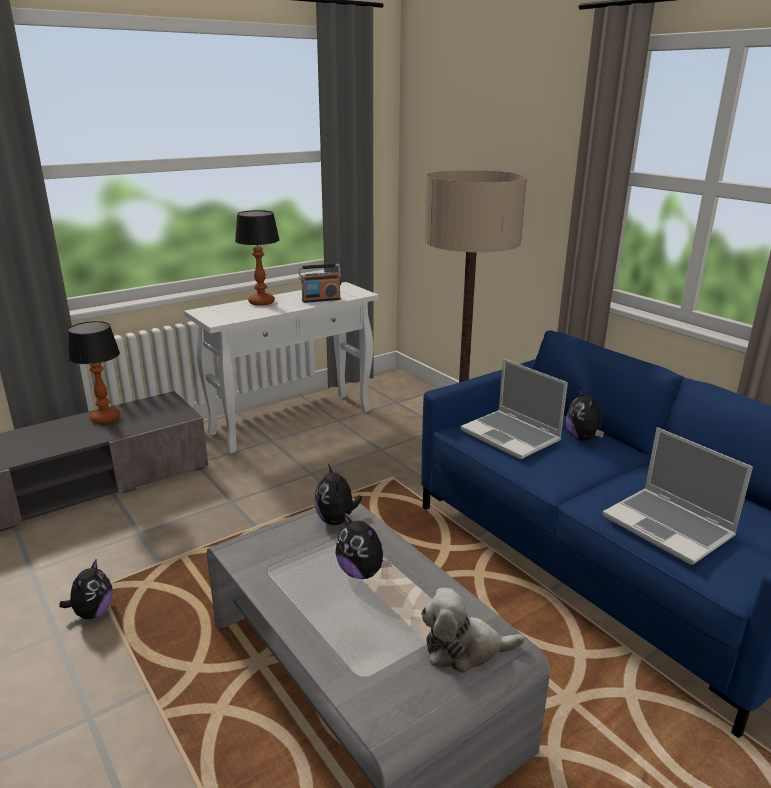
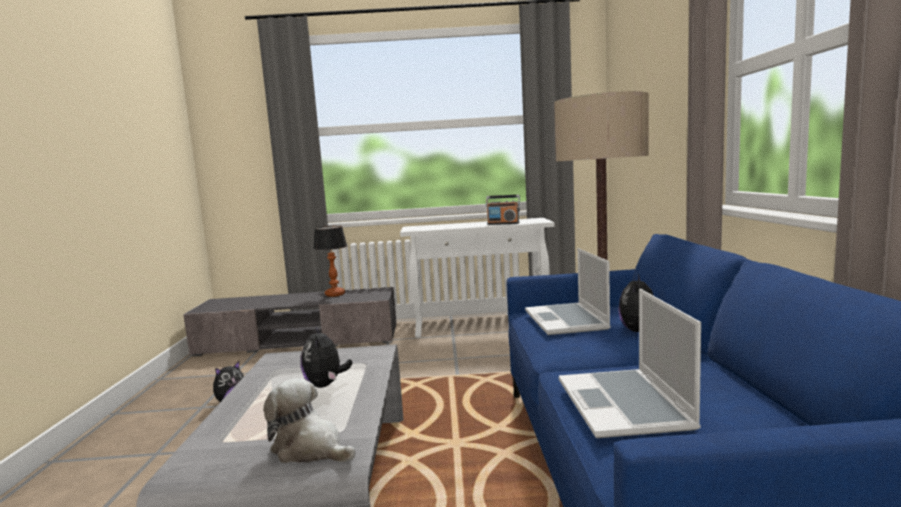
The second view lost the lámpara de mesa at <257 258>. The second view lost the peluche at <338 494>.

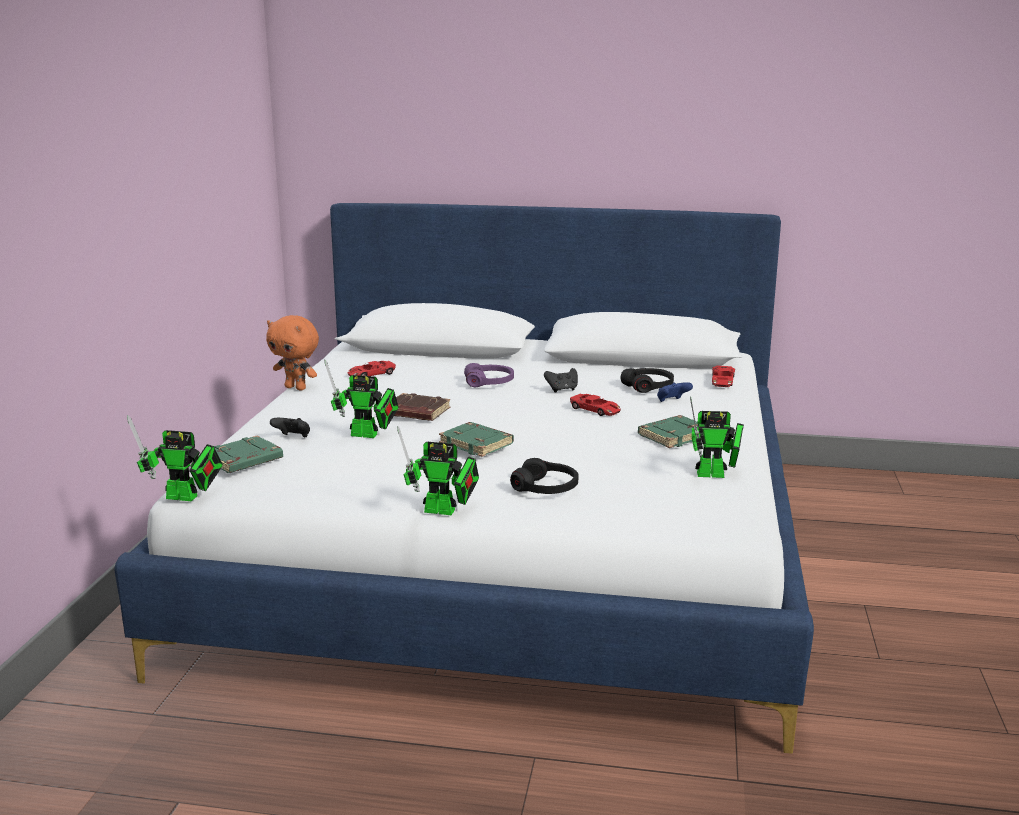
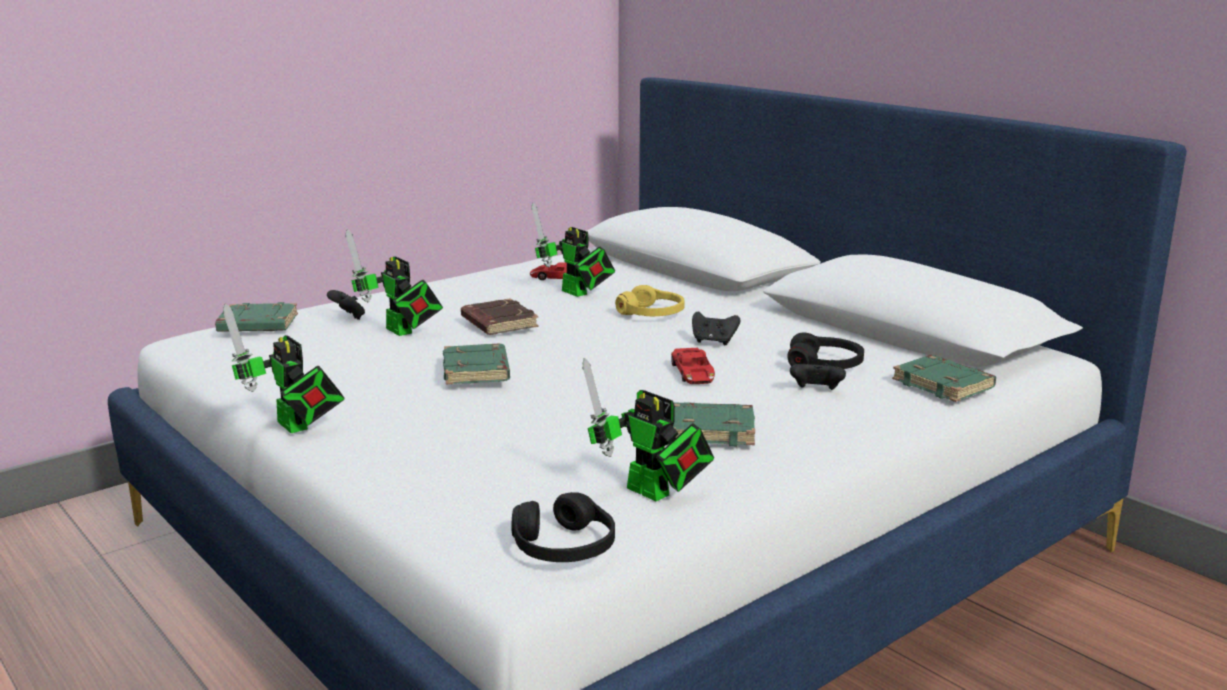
The second view lost the peluche [naranja] at <292 353>. The robot de juguete ended up elsewhere, having gone from <175 458> to <573 250>. The auriculares [negro] ended up elsewhere, having gone from <544 476> to <563 527>. Where the coche de juguete [rojo] stood at <723 376>, the libro [verde] came to stand at <944 378>. What was the auriculares [morado] at <489 375> turned into the auriculares [amarillo] at <650 300>. What was the mando de consola [azul] at <675 392> turned into the mando de consola [negro] at <818 377>.

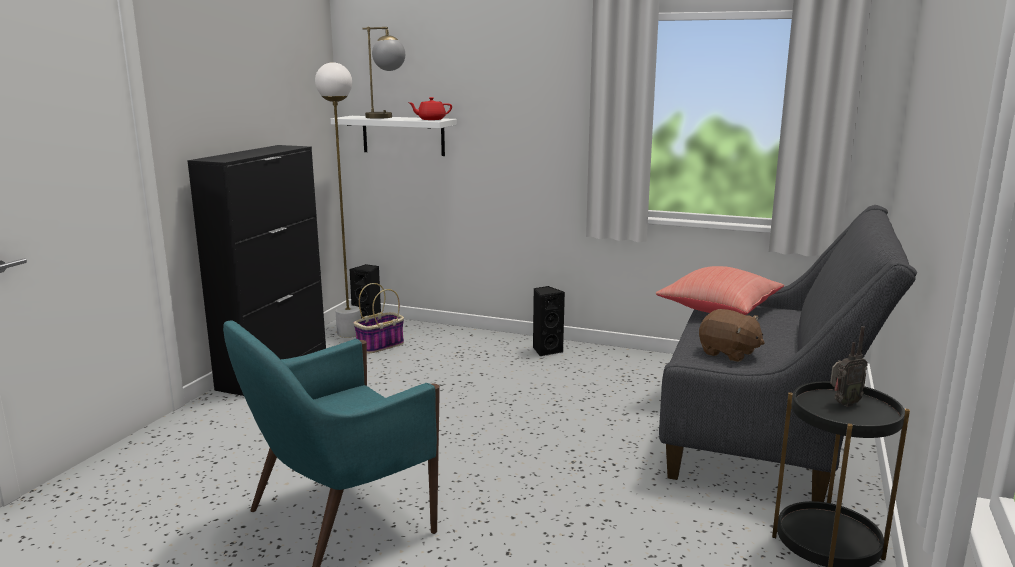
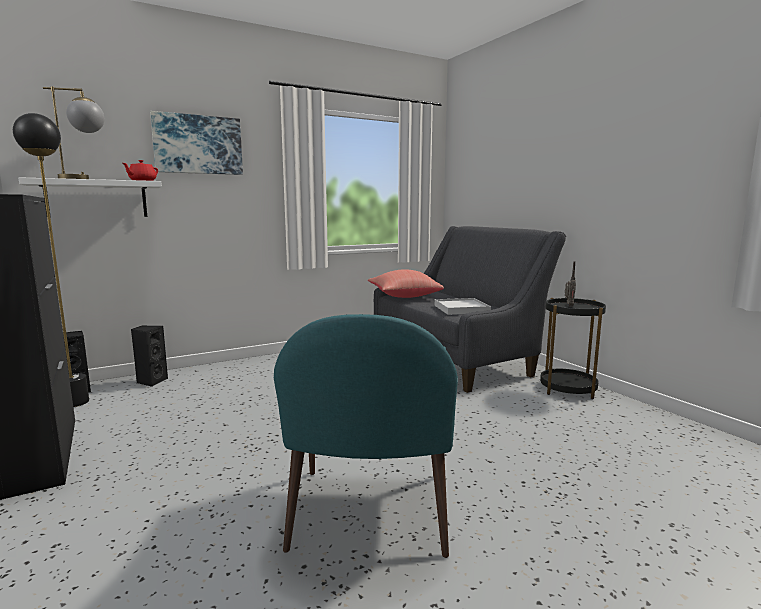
The second view lost the cesta at <379 318>. The second view gained the cuadro at <196 143>. The altavoz [negro] ended up elsewhere, having gone from <549 321> to <149 356>. Where the peluche [marrón] stood at <732 335>, the bandeja [blanco] came to stand at <463 306>. What was the lámpara de pie [blanco] at <338 200> turned into the lámpara de pie [negro] at <51 260>.

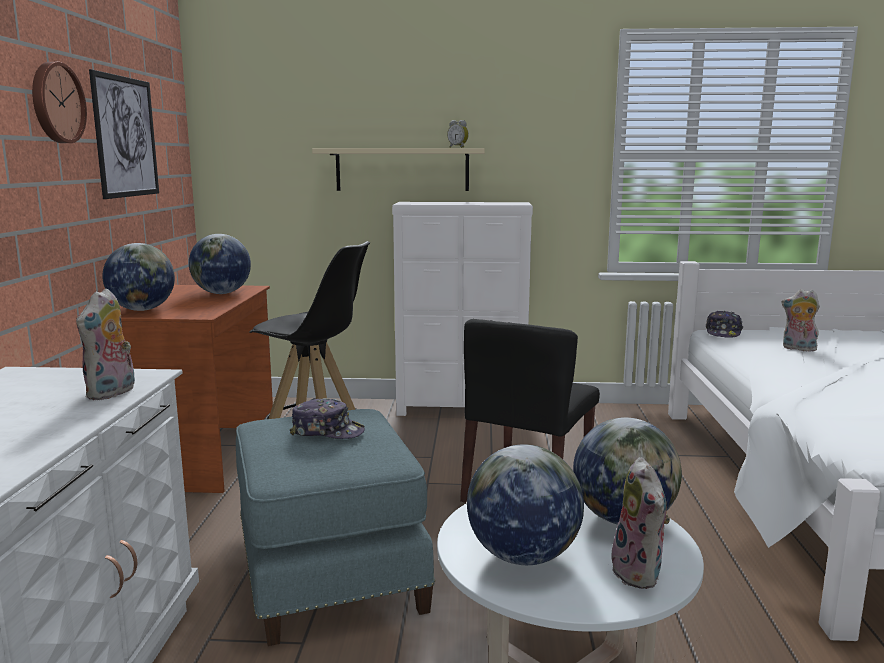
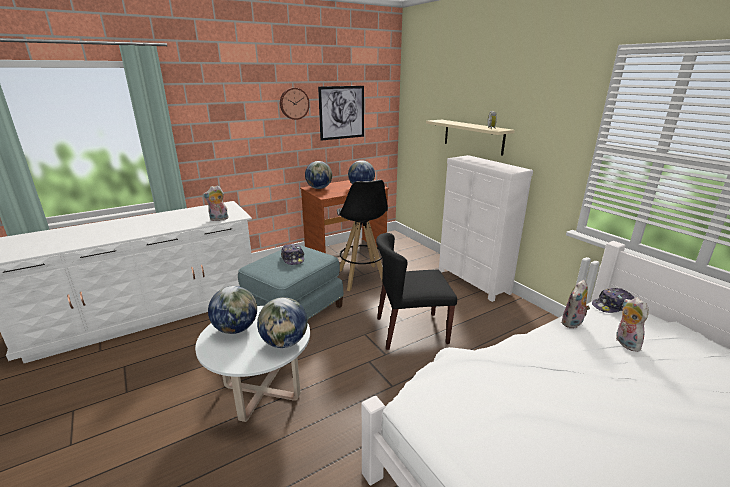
The peluche ended up elsewhere, having gone from <640 523> to <575 304>.

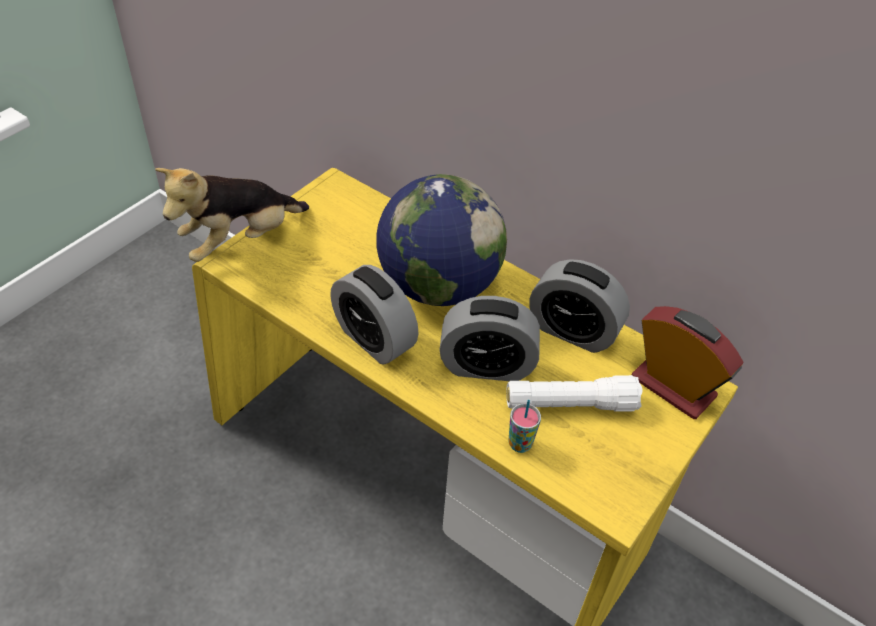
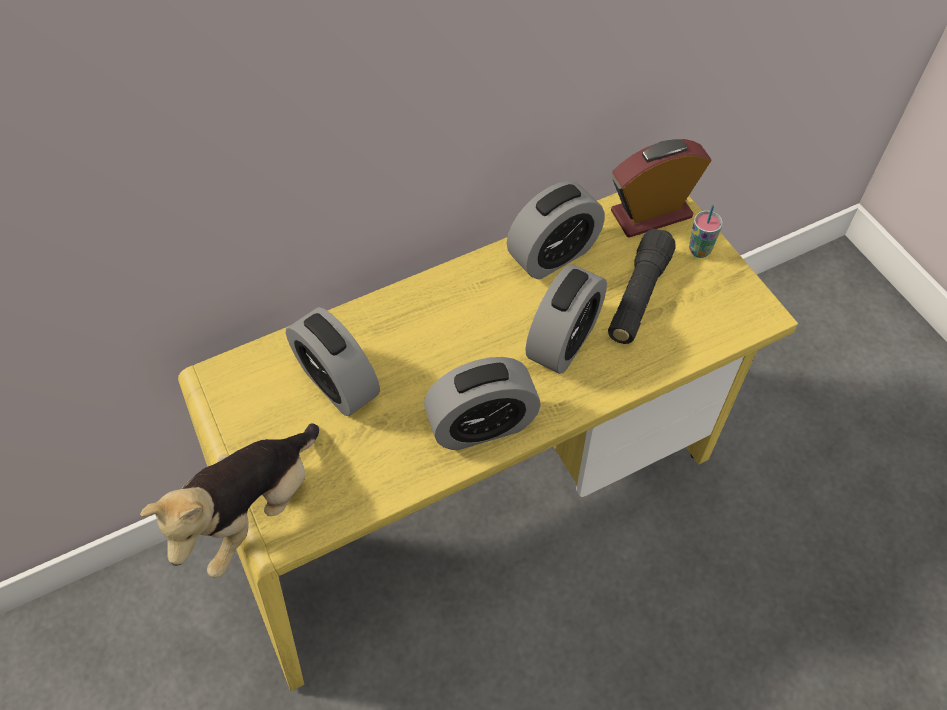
The second view lost the globo terráqueo at <442 240>. The second view gained the despertador at <333 361>. The taza ended up elsewhere, having gone from <524 426> to <706 231>. What was the linterna [blanco] at <574 393> turned into the linterna [negro] at <642 286>. The peluche at <232 215> ended up facing another way, 45 degrees clockwise from before.

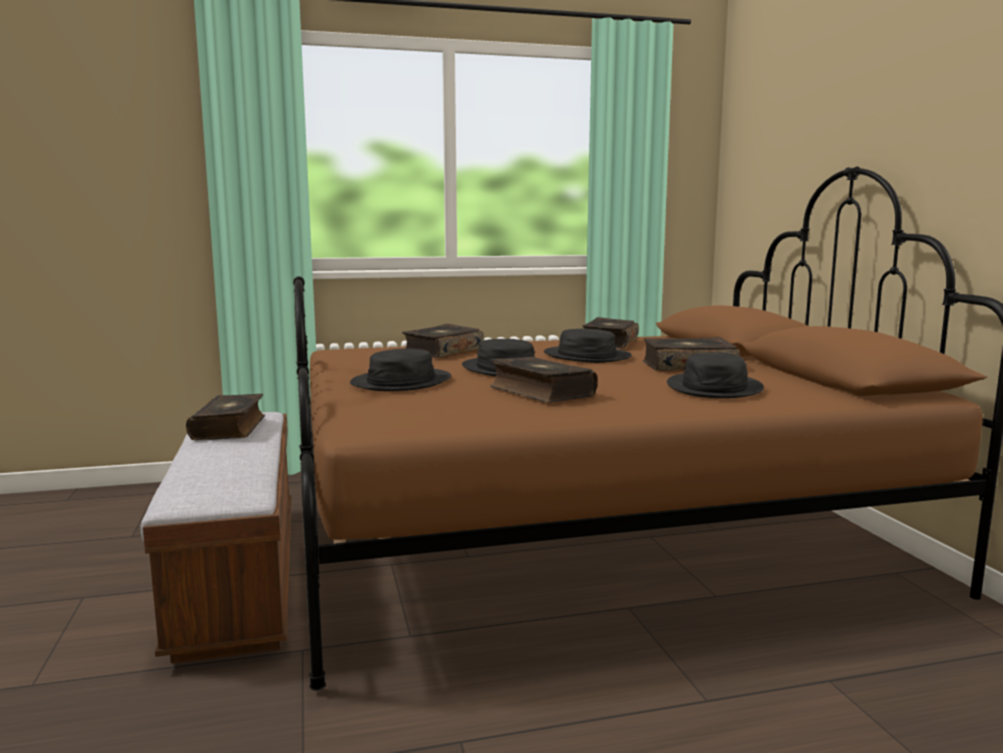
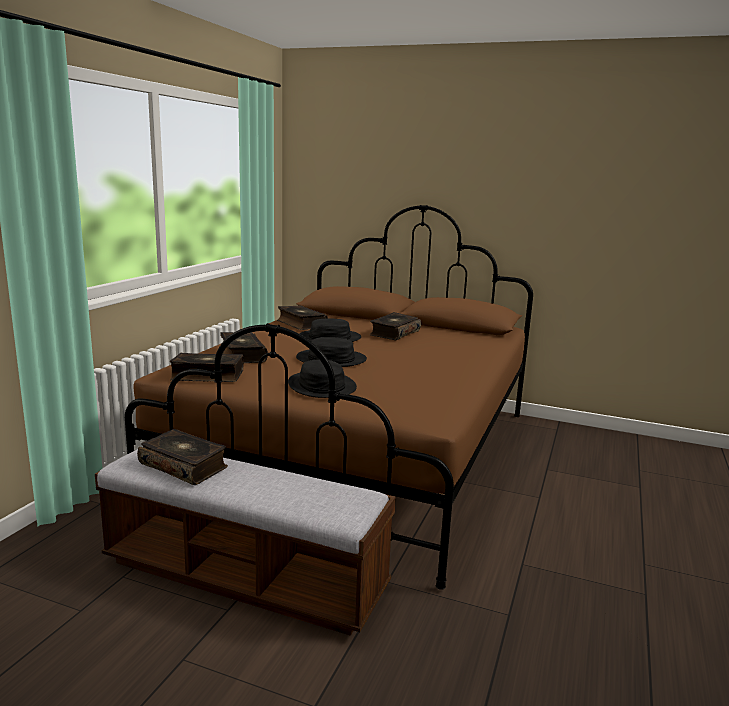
The second view lost the sombrero [negro] at <715 375>. The libro ended up elsewhere, having gone from <543 380> to <206 367>.

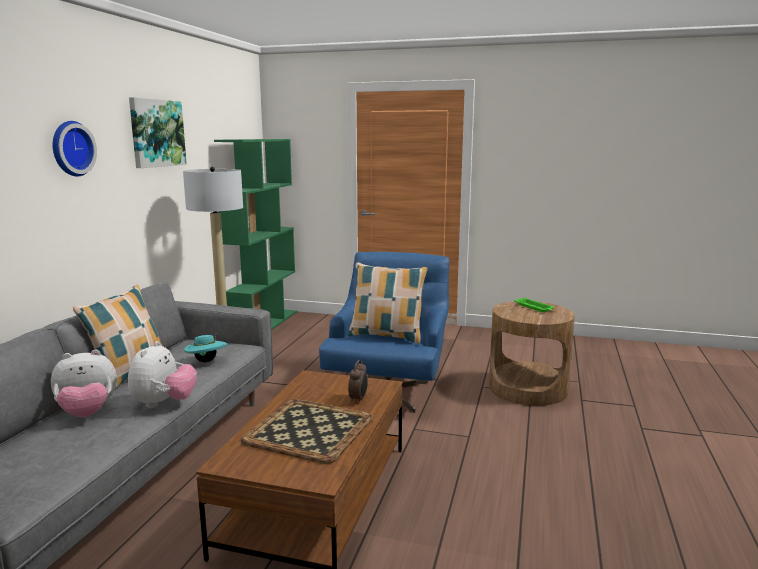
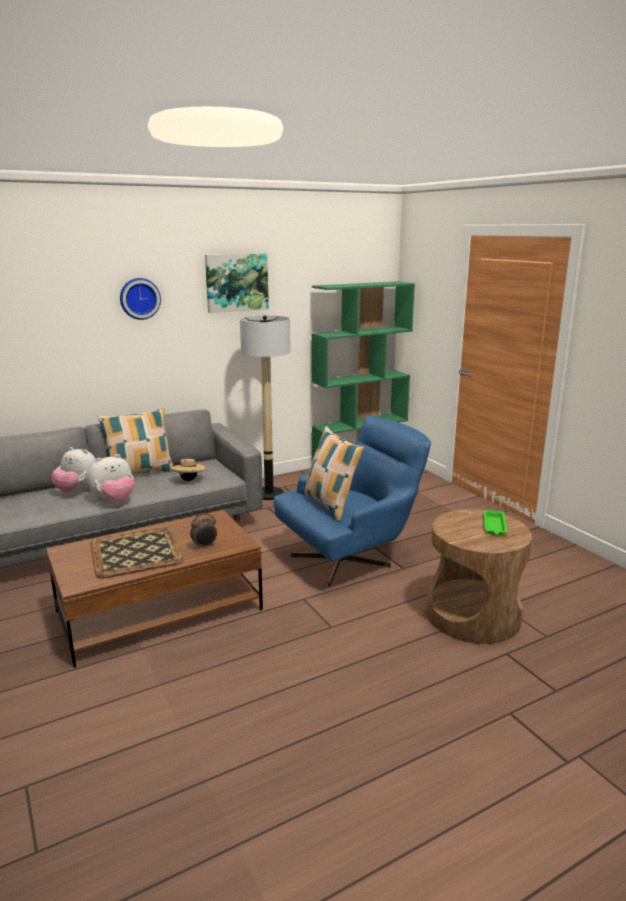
What was the sombrero [turquesa] at <205 348> turned into the sombrero [beis] at <188 470>.

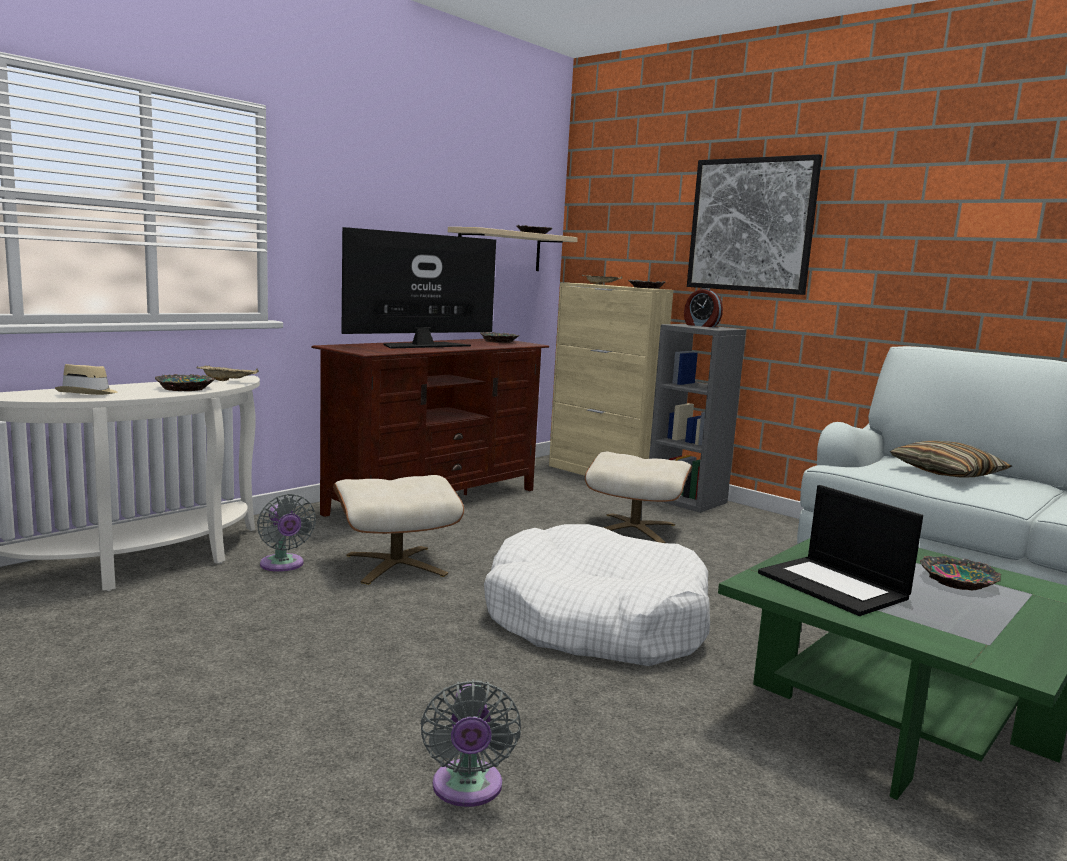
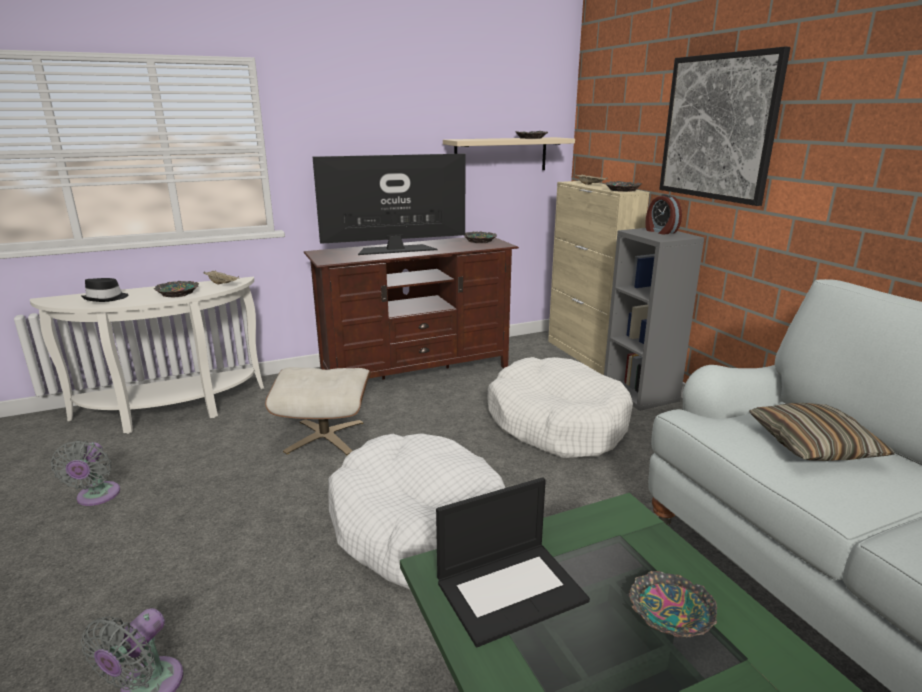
The ventilador [gris] ended up elsewhere, having gone from <286 533> to <85 473>. Where the puf [beis] stood at <638 497>, the cama para perro [blanco] came to stand at <560 407>. What was the sombrero [beis] at <86 379> turned into the sombrero [negro] at <104 290>. The portátil at <840 550> ended up facing another way, 105 degrees counterclockwise from before.

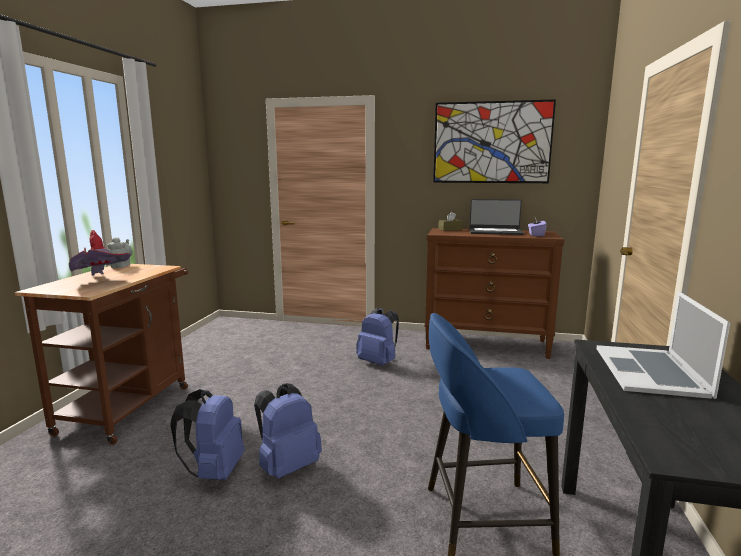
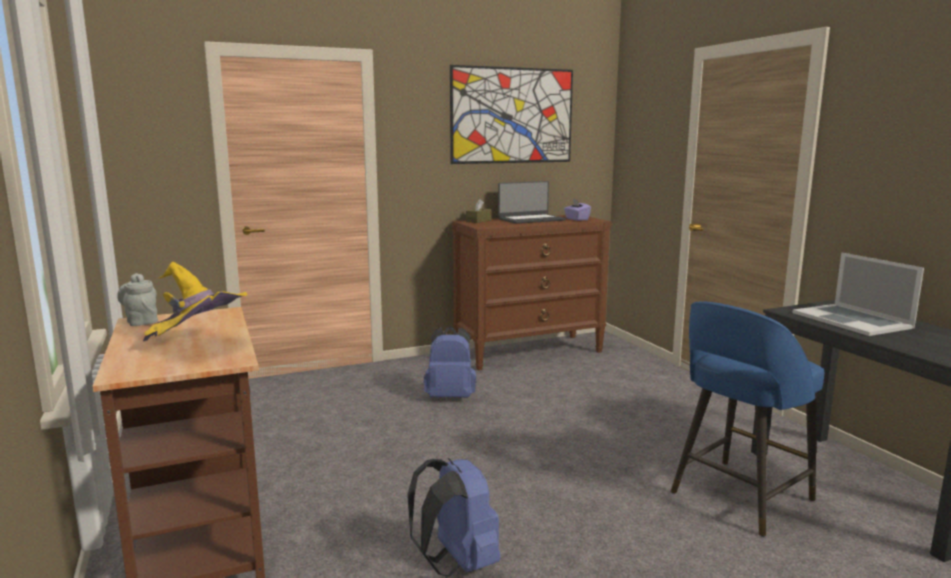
The second view lost the mochila [azul] at <288 431>. What was the sombrero [rojo] at <100 253> turned into the sombrero [amarillo] at <195 301>.

